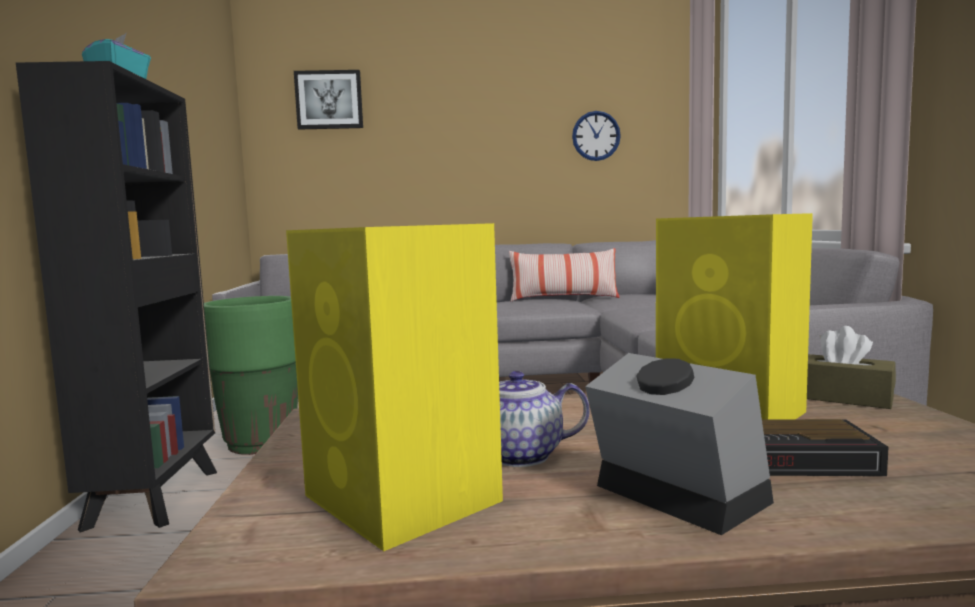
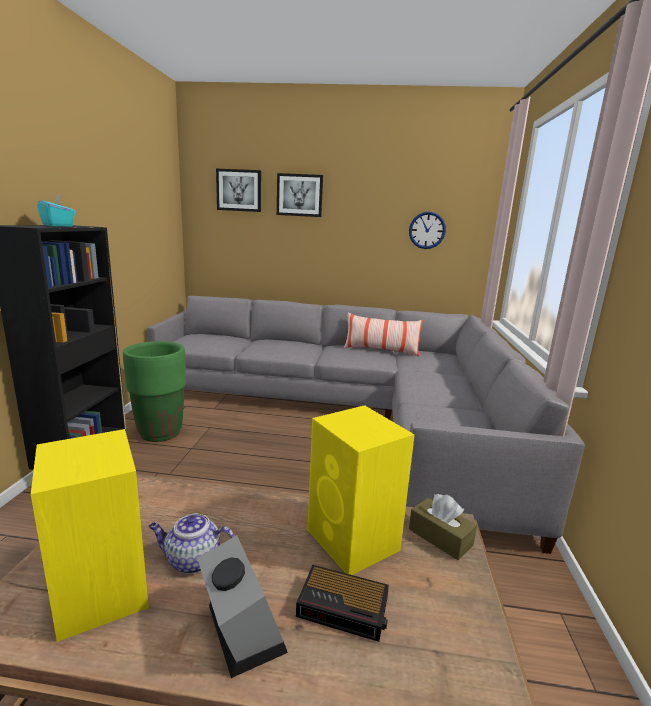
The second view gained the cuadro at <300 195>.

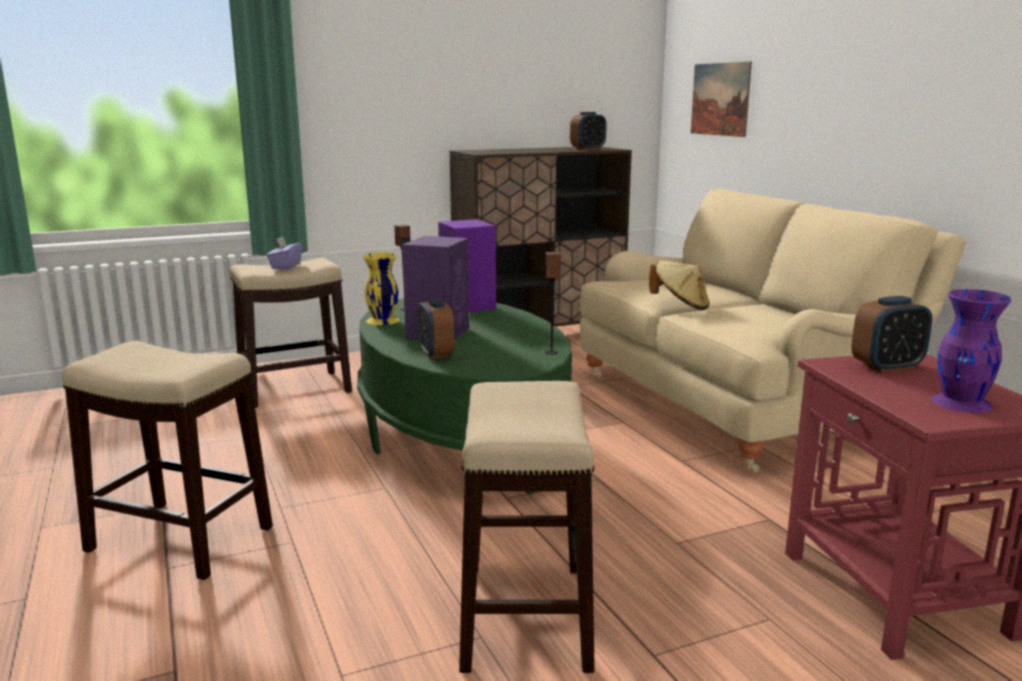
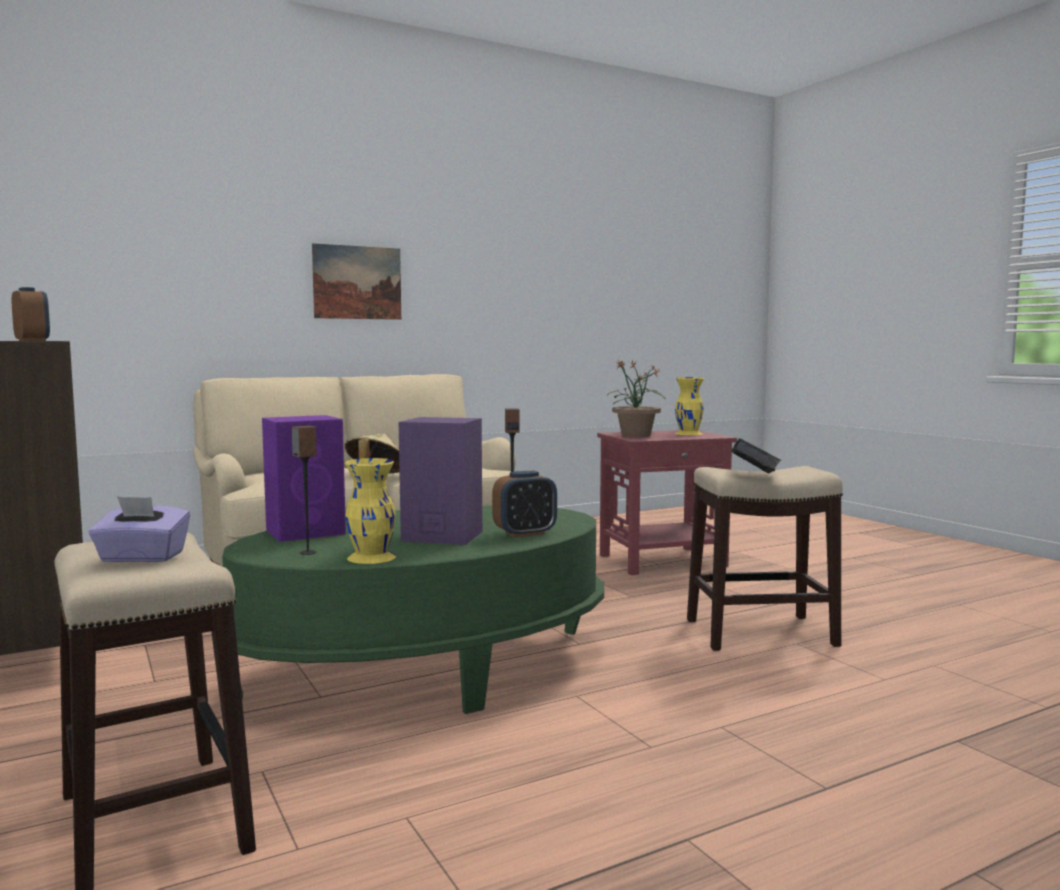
The second view lost the taburete at <167 460>. The second view gained the libro at <756 456>. The cuadro ended up elsewhere, having gone from <721 99> to <356 281>. Where the despertador stood at <891 334>, the planta en maceta came to stand at <636 398>. What was the florero [morado] at <971 351> turned into the florero [amarillo] at <689 406>.

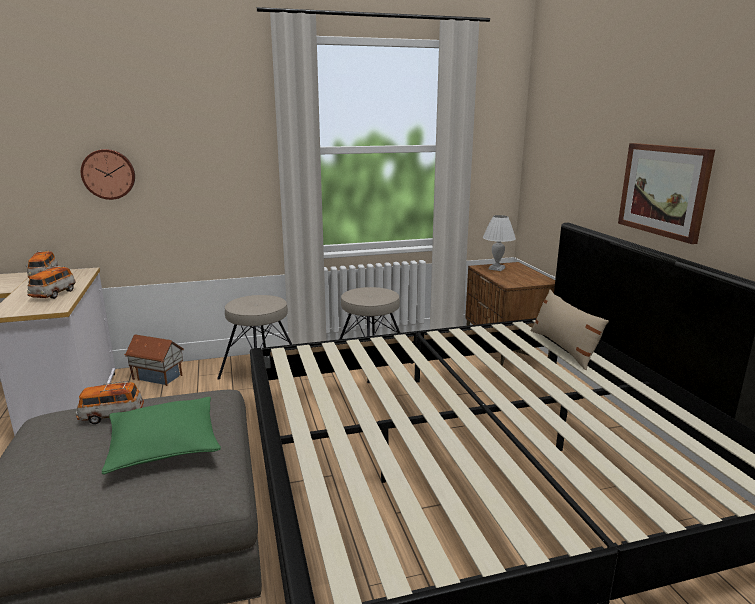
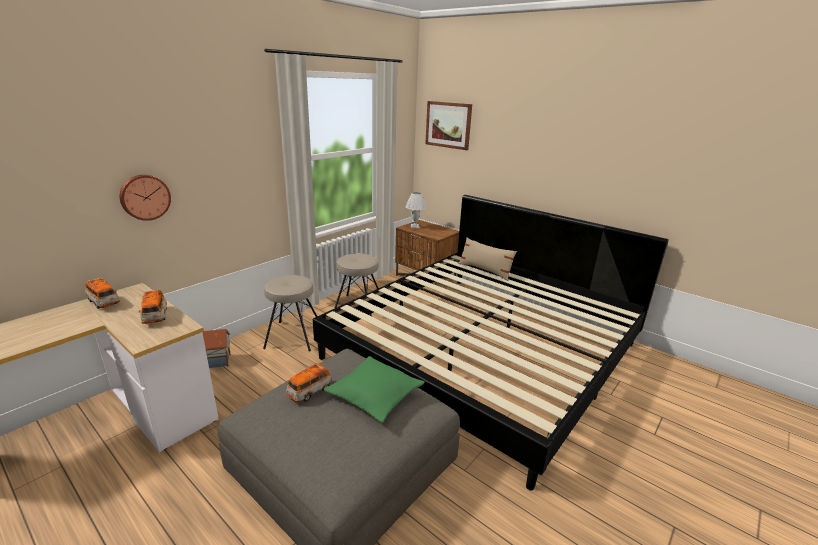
The cuadro ended up elsewhere, having gone from <666 193> to <448 125>.

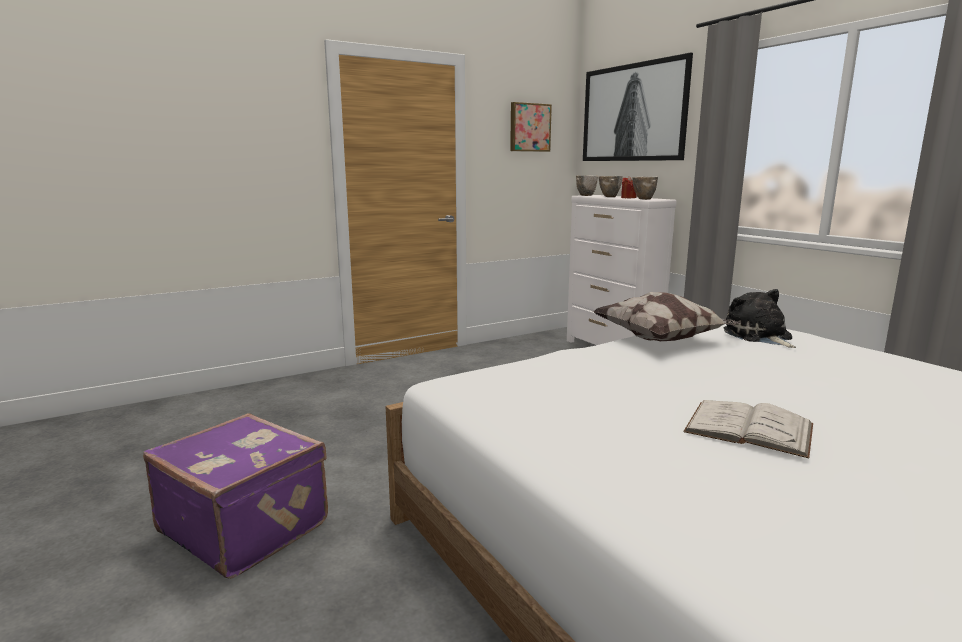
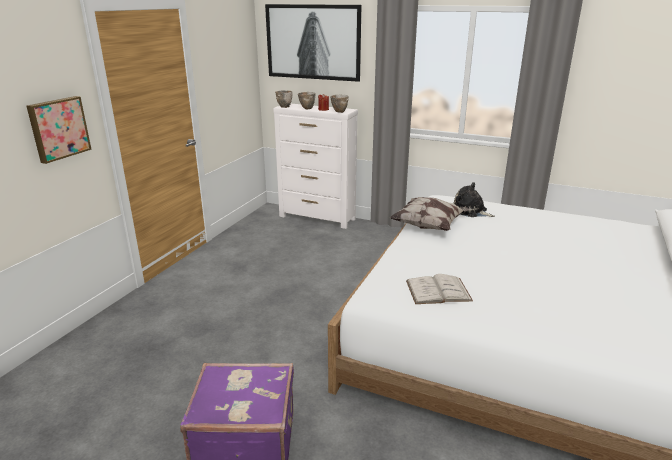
The cuadro ended up elsewhere, having gone from <531 127> to <59 130>. The libro [blanco] ended up elsewhere, having gone from <748 429> to <439 289>.

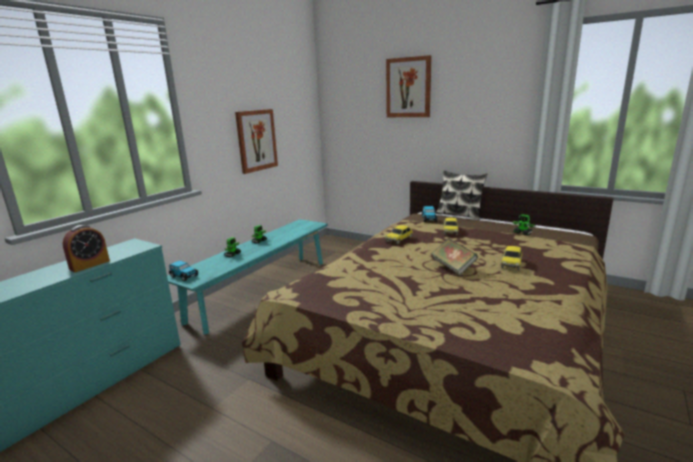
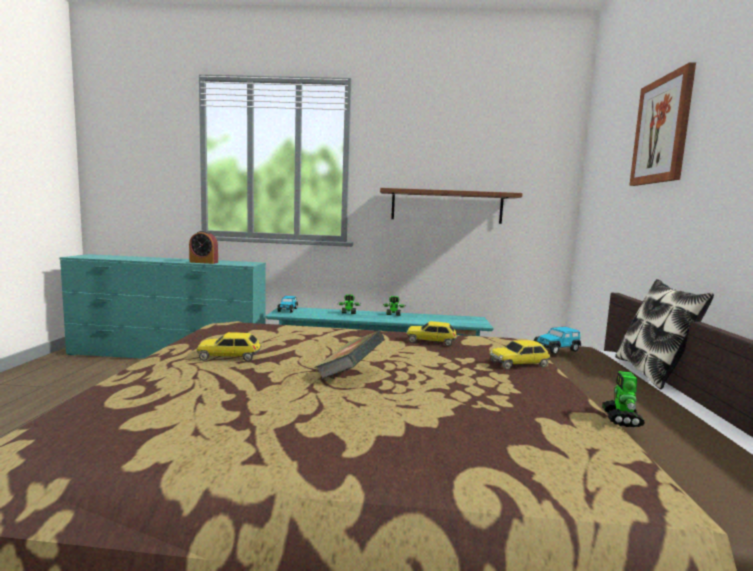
The coche de juguete ended up elsewhere, having gone from <511 258> to <229 347>. Where the cuadro hung at <256 141>, the estante [marrón] came to hang at <451 206>.

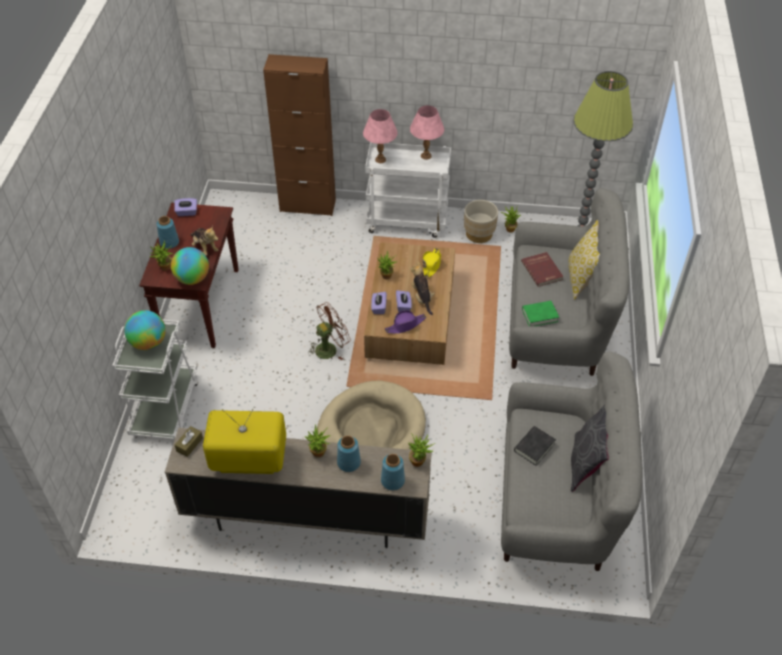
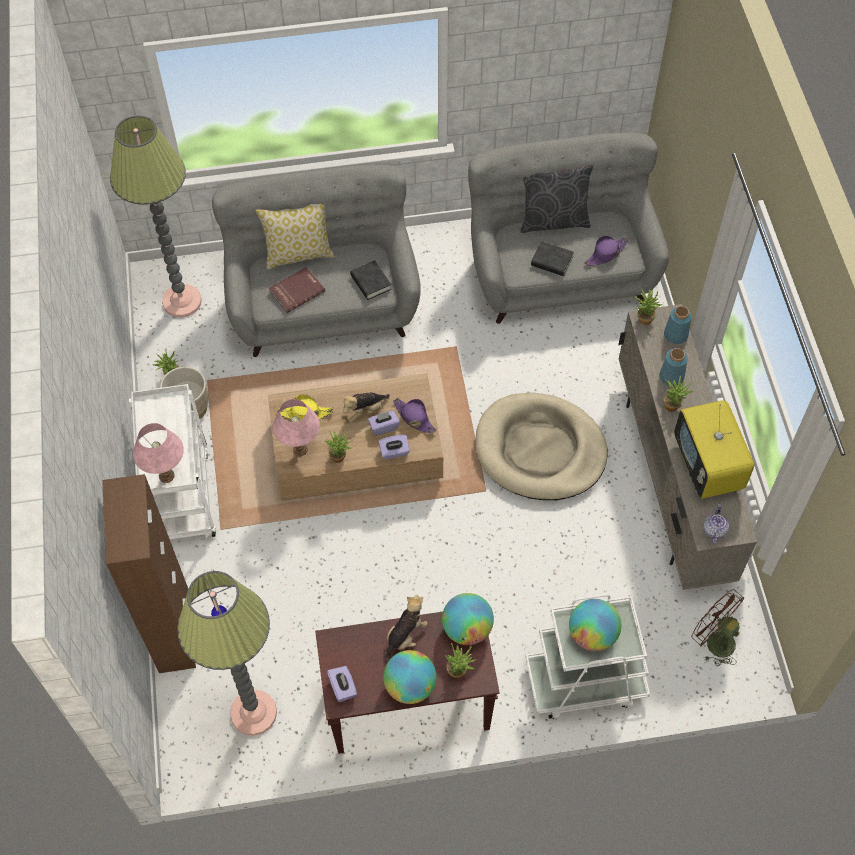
The second view gained the lámpara de pie at <227 653>. The second view gained the sombrero [morado] at <606 251>. The ventilador [marrón] ended up elsewhere, having gone from <329 331> to <718 628>. The lámpara de mesa [rosa] ended up elsewhere, having gone from <427 132> to <296 427>. Where the florero [azul] stood at <168 232>, the globo terráqueo came to stand at <409 677>. Where the caja de pañuelos [marrón] stood at <189 441>, the tetera came to stand at <716 524>. What was the libro [verde] at <540 313> turned into the libro [negro] at <371 280>.

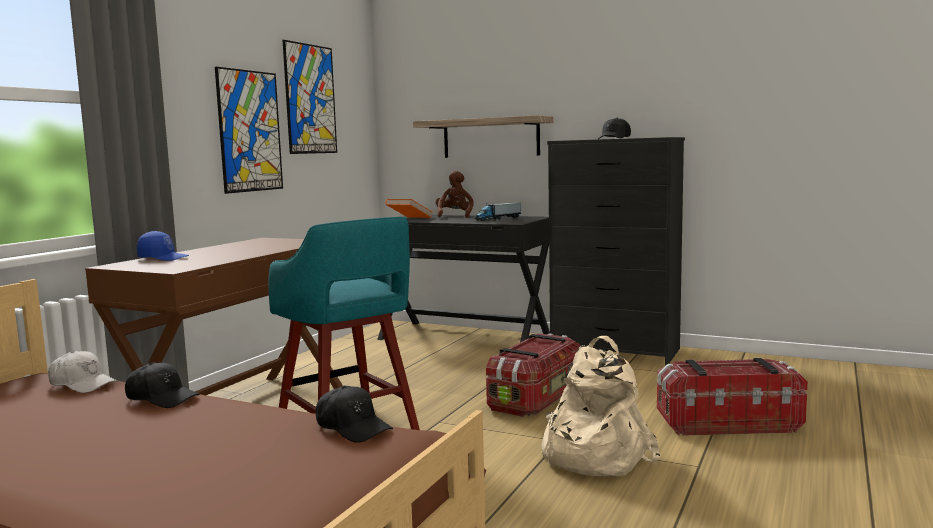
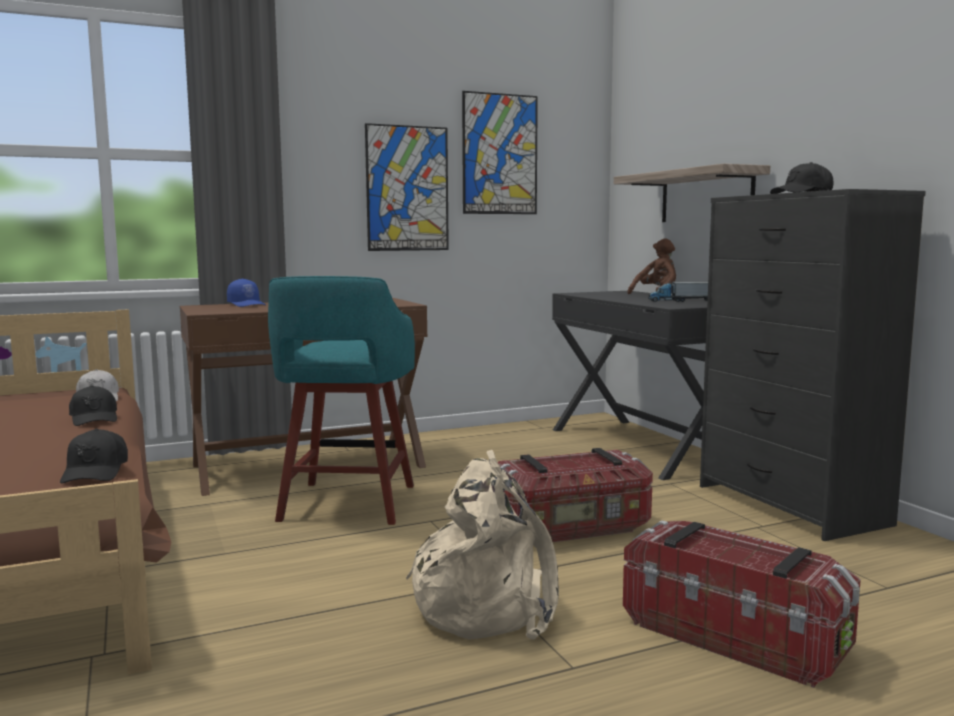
The second view lost the libro [naranja] at <408 208>.

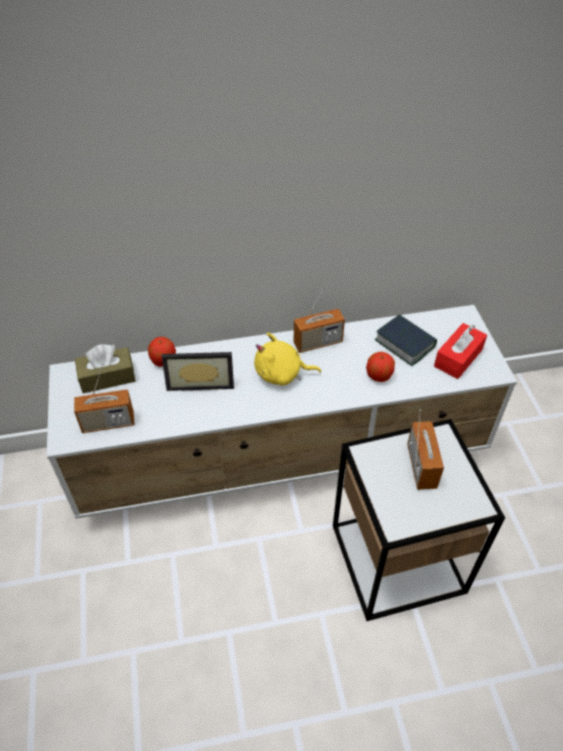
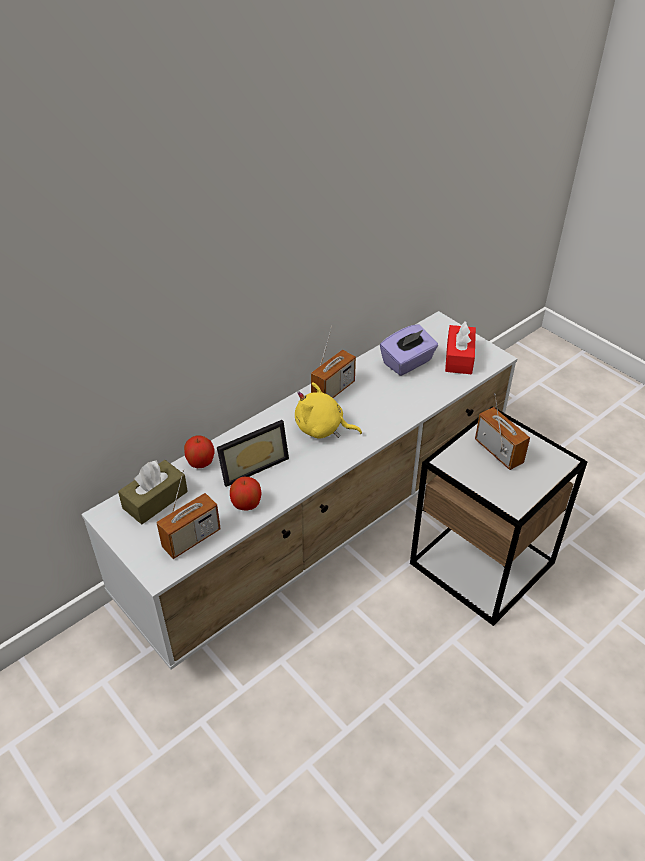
The manzana ended up elsewhere, having gone from <380 367> to <246 494>. Where the libro stood at <406 340>, the caja de pañuelos [morado] came to stand at <409 350>. The peluche [amarillo] at <287 359> ended up facing another way, 45 degrees clockwise from before.

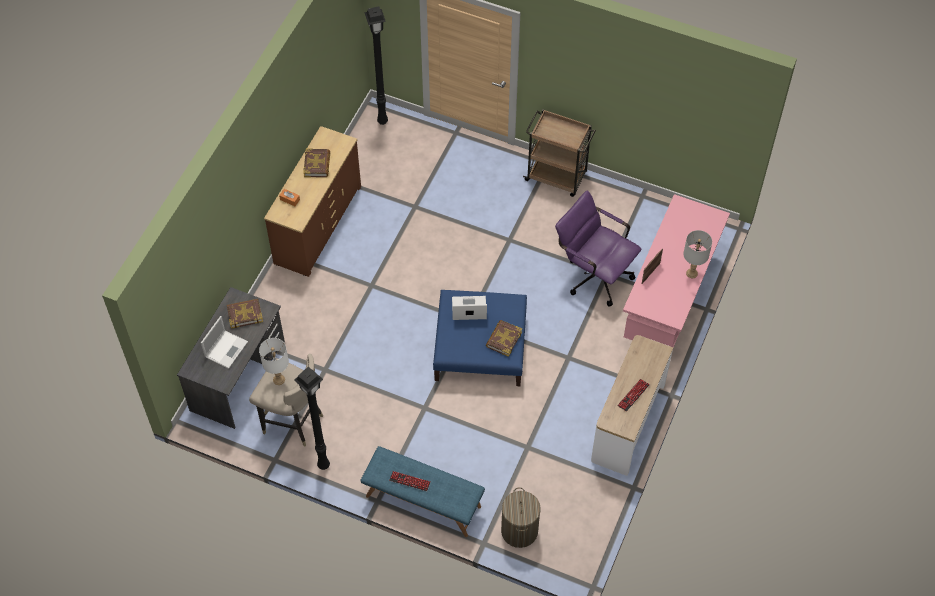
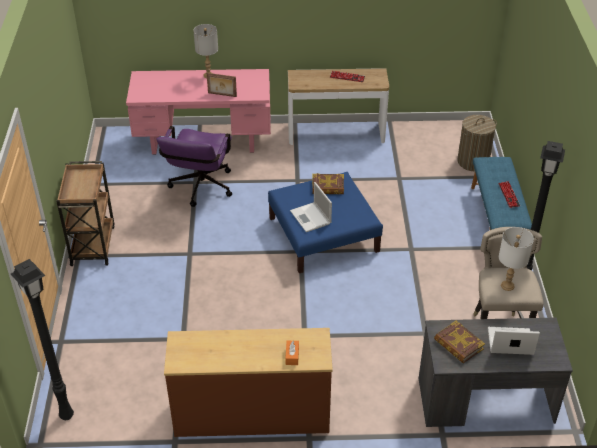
The second view lost the libro at <316 162>.

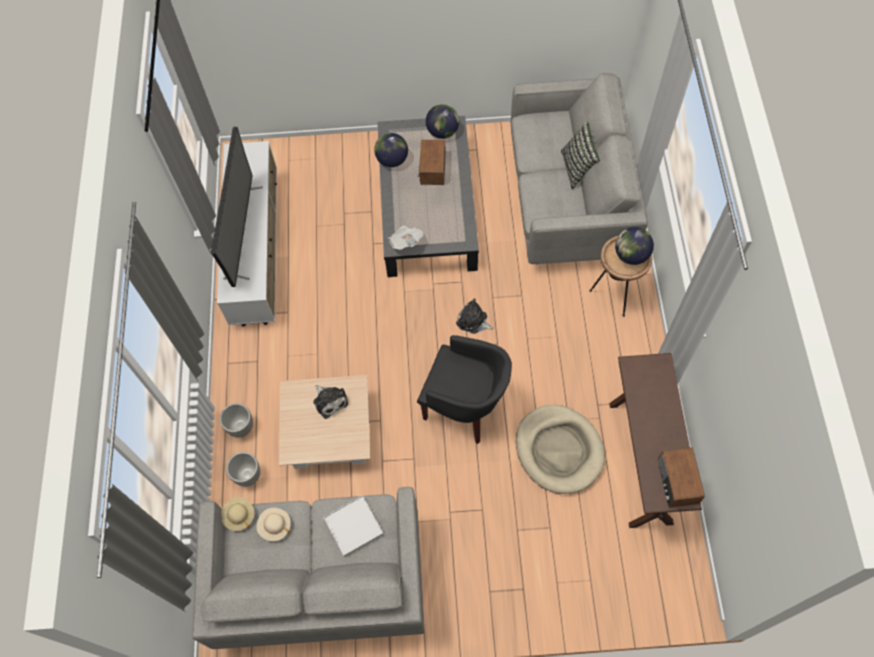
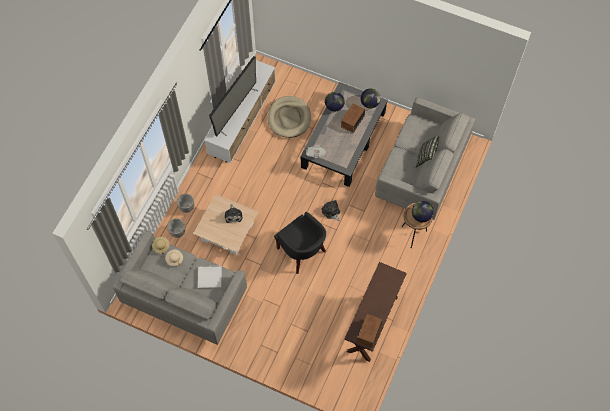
The cama para perro [beis] ended up elsewhere, having gone from <560 449> to <289 117>.

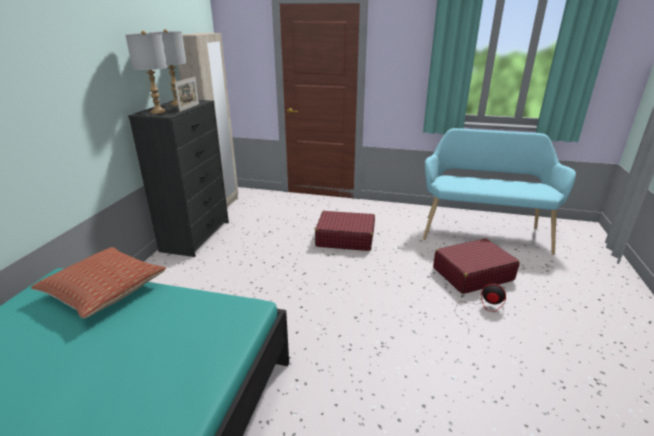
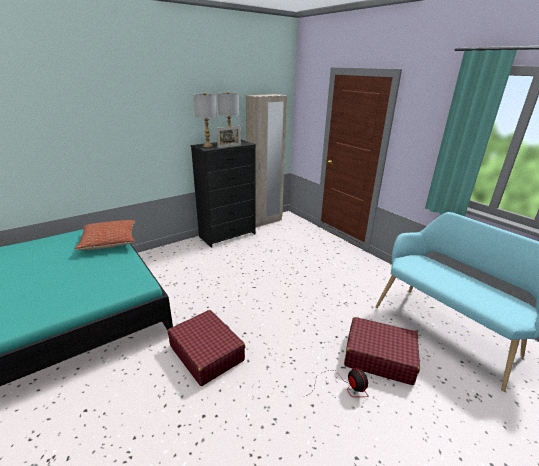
The maleta [rojo] ended up elsewhere, having gone from <345 231> to <206 348>.

